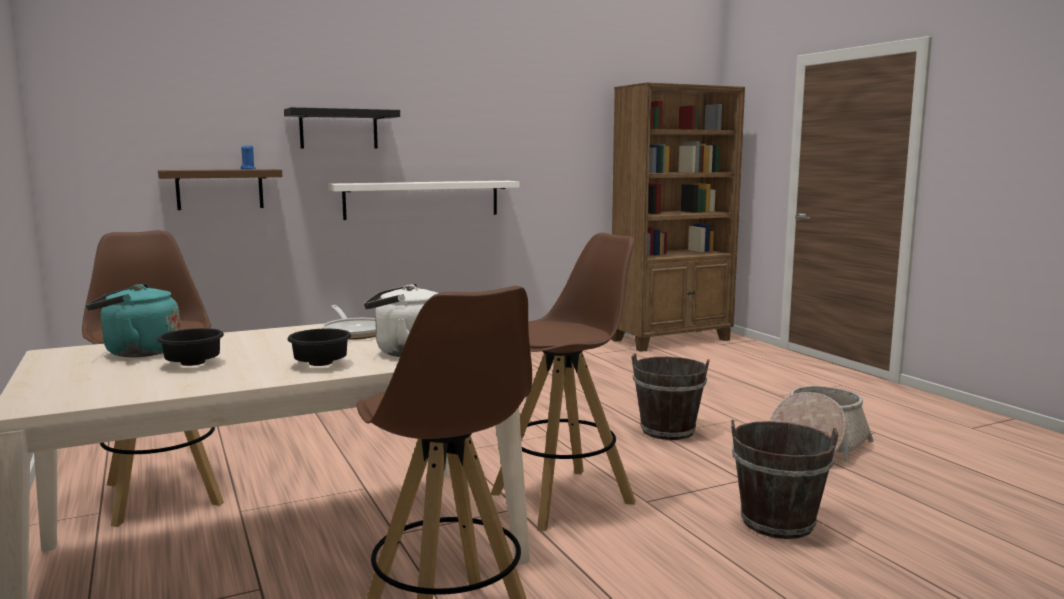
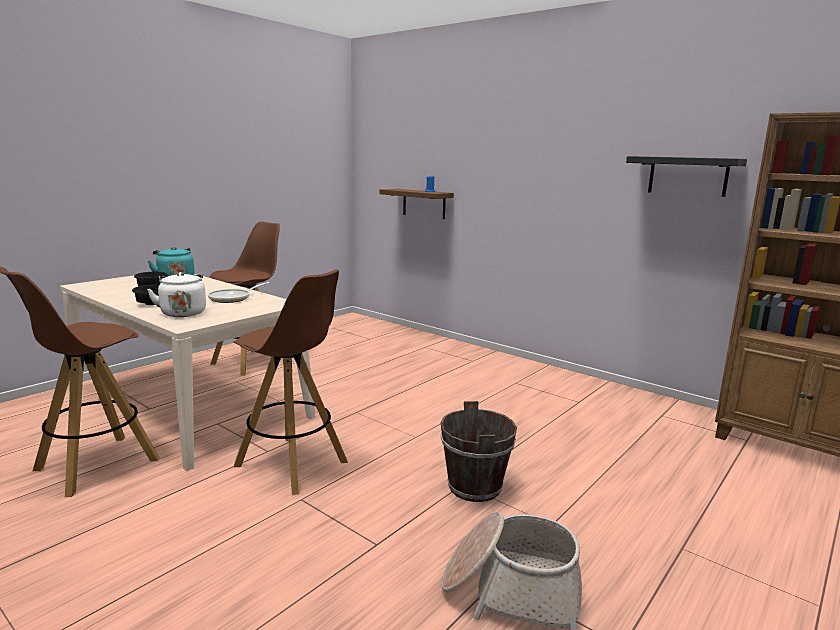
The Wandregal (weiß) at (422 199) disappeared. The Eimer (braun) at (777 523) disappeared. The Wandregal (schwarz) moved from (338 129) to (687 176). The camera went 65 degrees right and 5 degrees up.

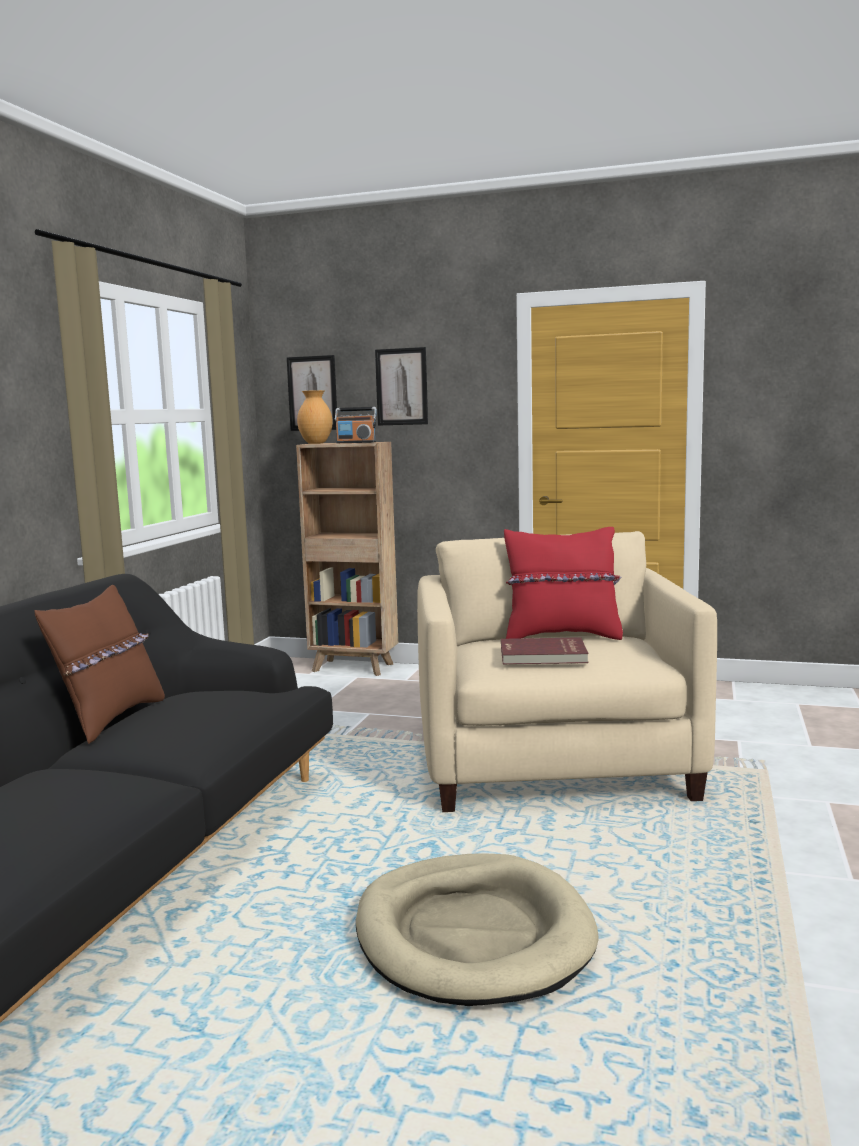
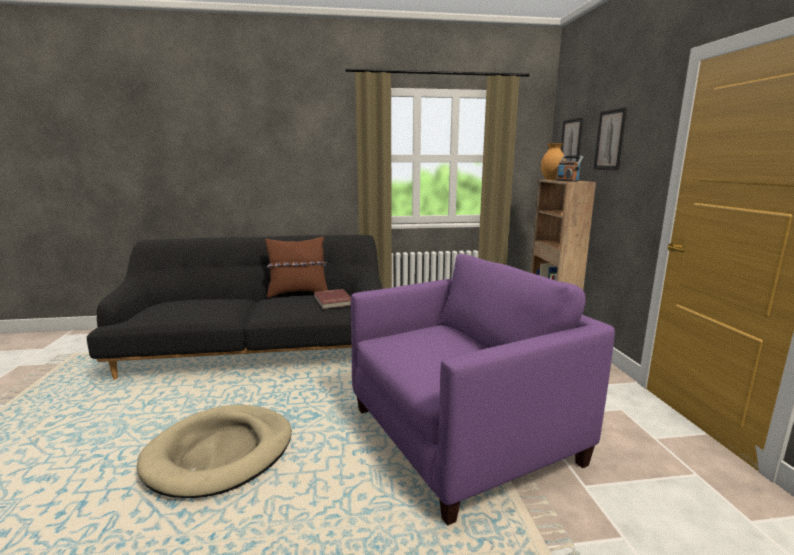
The Kissen (rot) at (562 636) disappeared. The Buch (rot) moved from (543 655) to (332 300). The Sessel (beige) at (554 765) became the Sessel (lila) at (461 436). The camera went 65 degrees right and 5 degrees up.

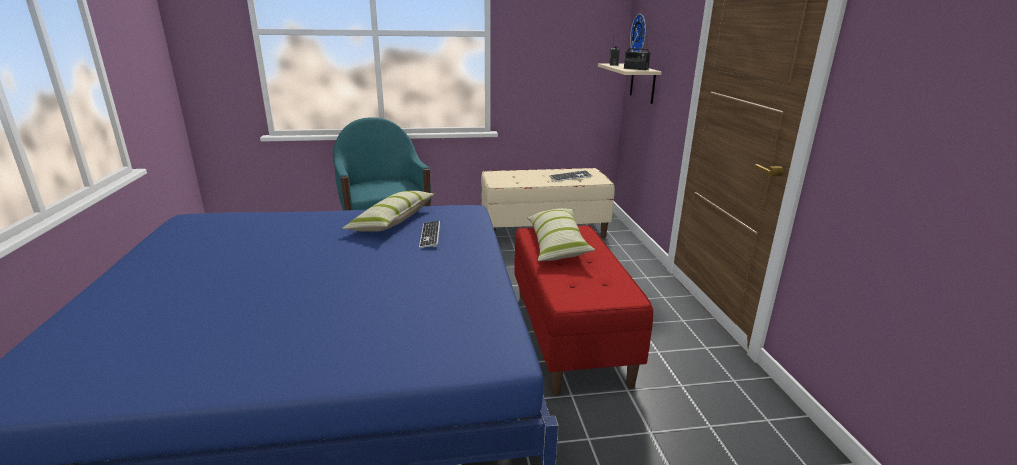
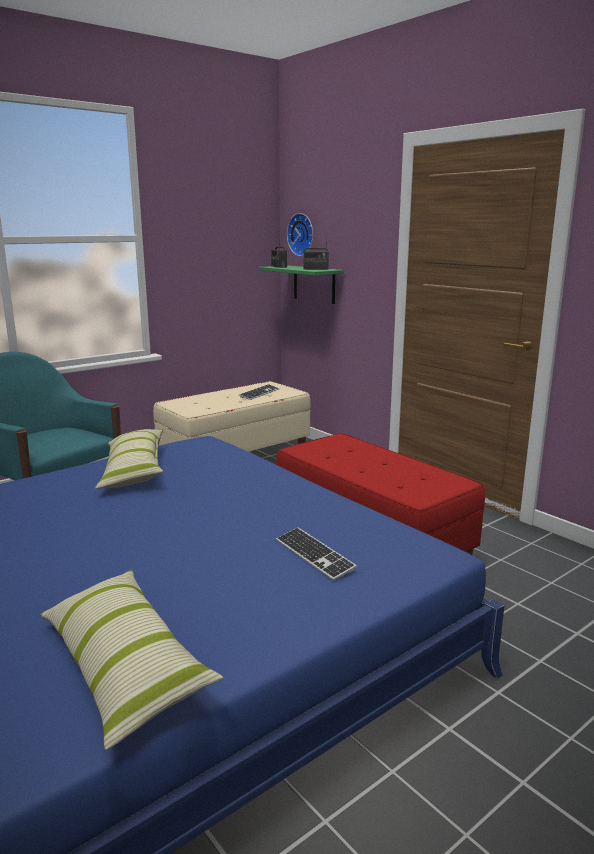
The Tastatur moved from (430 235) to (314 555). The Kissen moved from (556 244) to (124 666). The Wandregal (beige) at (642 83) became the Wandregal (grün) at (314 284). The camera went 30 degrees left and 5 degrees down.

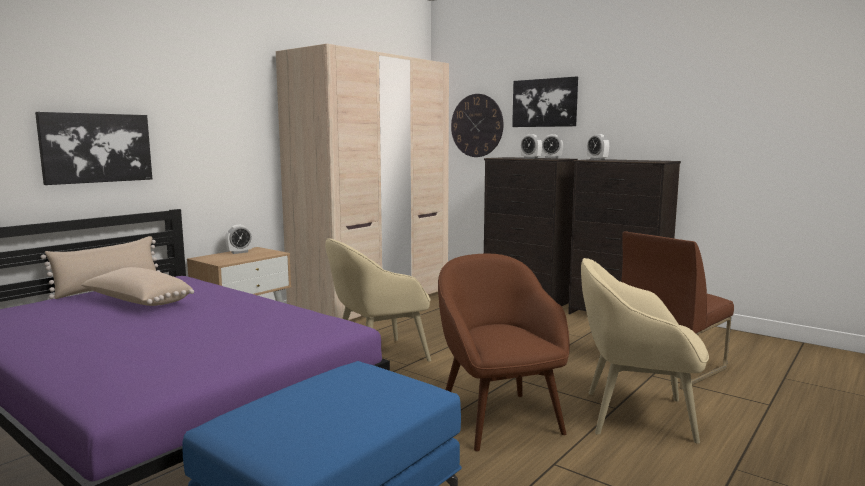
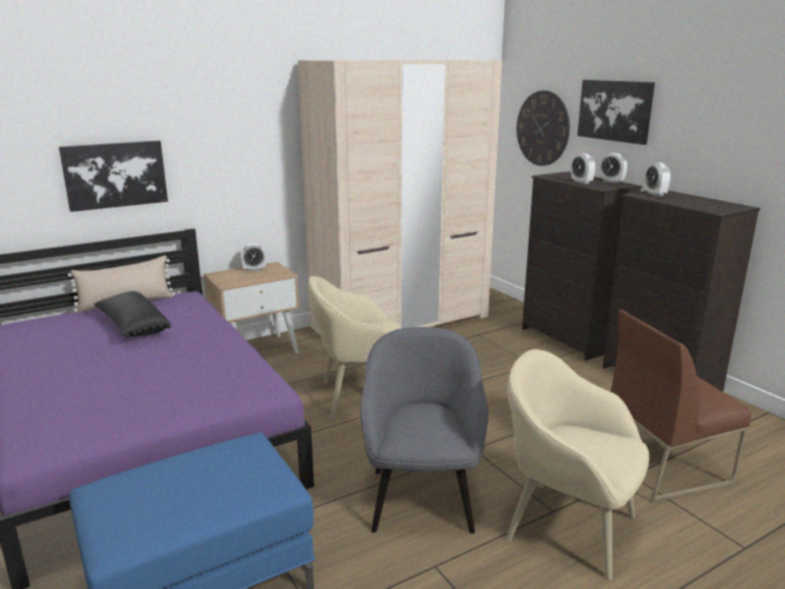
The Kissen (beige) at (137 302) became the Kissen (schwarz) at (132 327). The Sessel (braun) at (498 418) became the Sessel (grau) at (421 497). The camera went 20 degrees right and 10 degrees up.

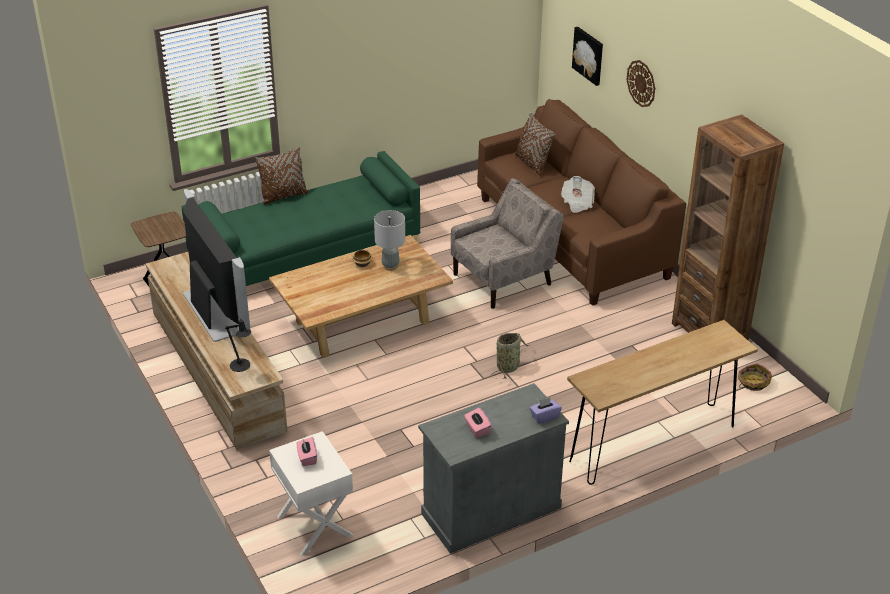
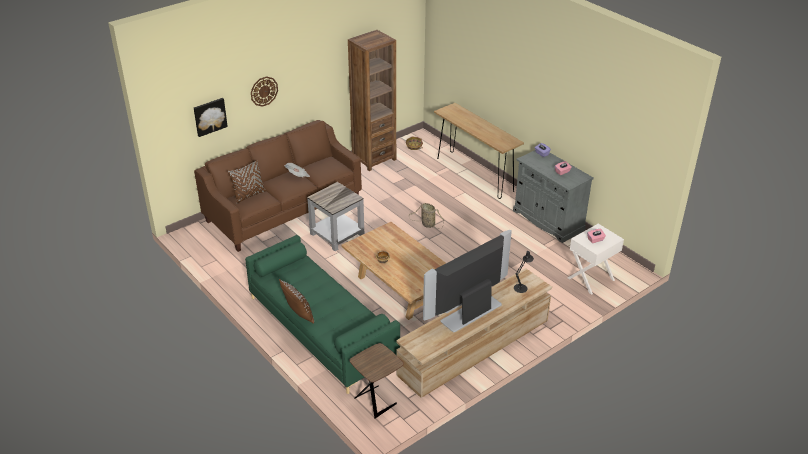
The Tischlampe (grau) at (390 266) disappeared. The Sessel (beige) at (503 279) was replaced by the Beistelltisch (grau) at (337 233). The camera went 100 degrees left and 0 degrees up.

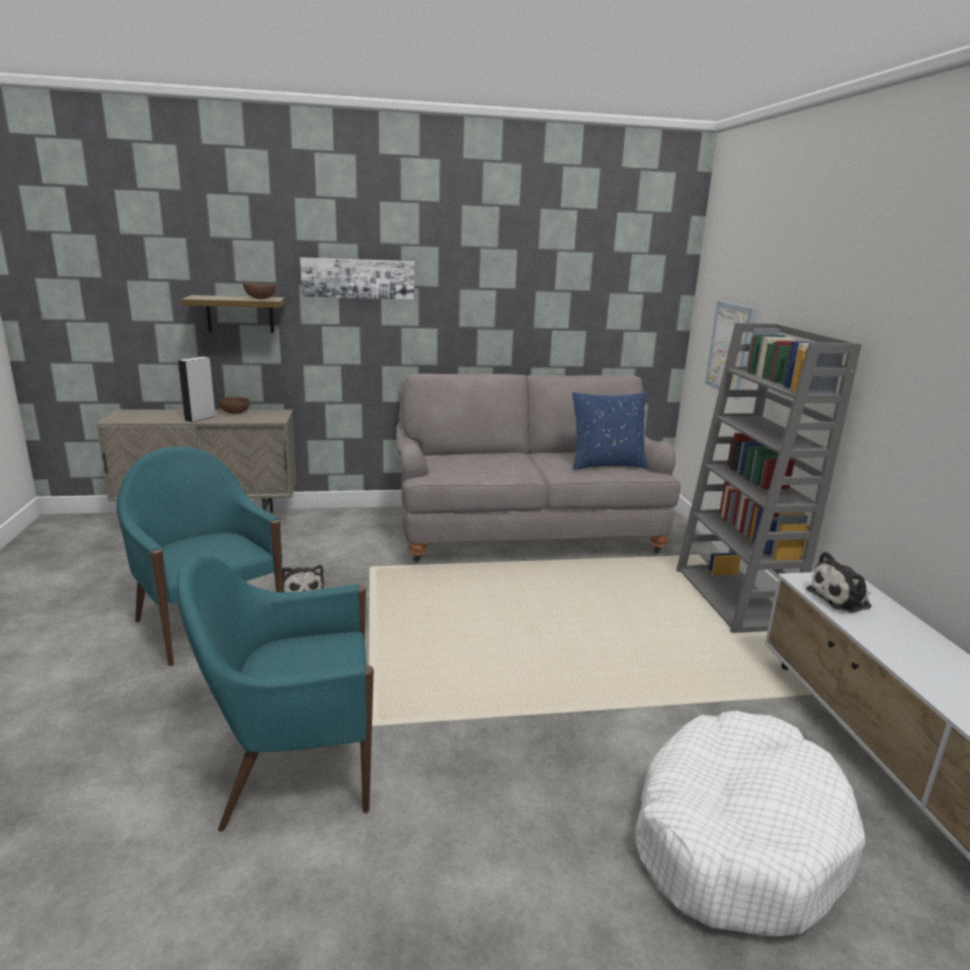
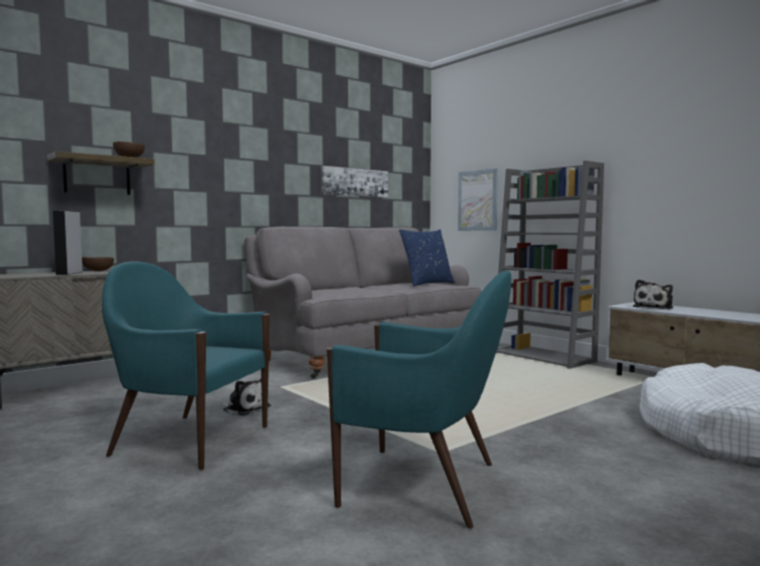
The Bild moved from (358 278) to (354 182). The Sessel (türkis) at (294 764) turned 120 degrees counterclockwise. The camera went 30 degrees left and 15 degrees down.

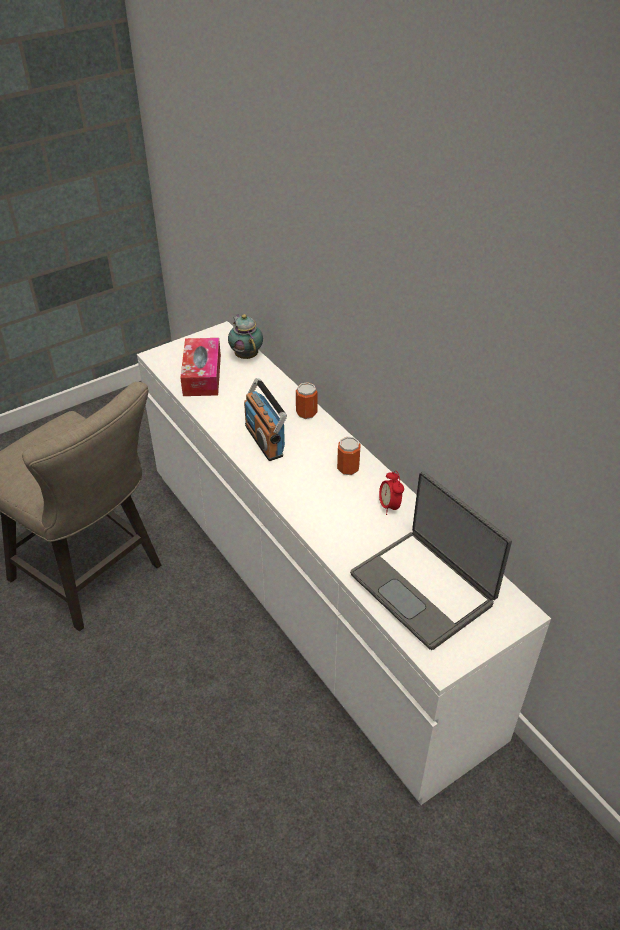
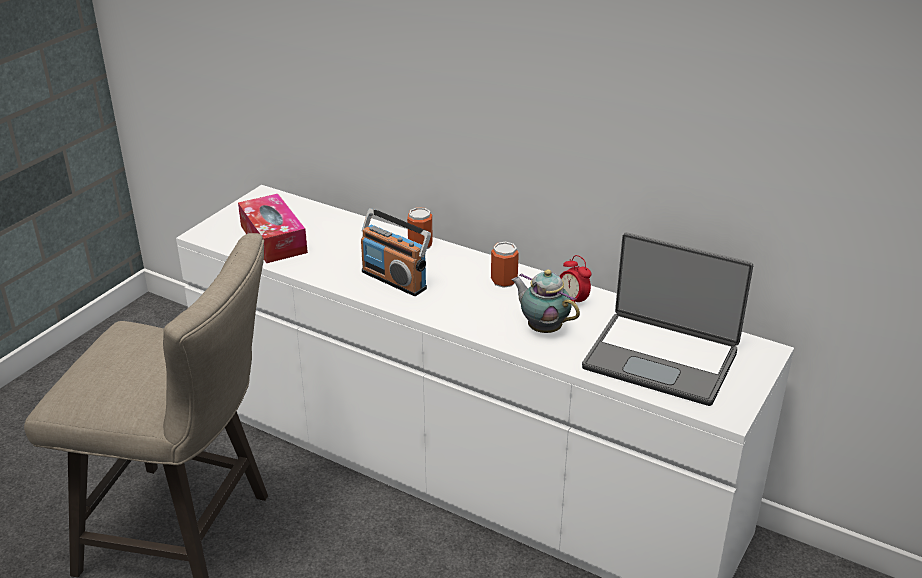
The Teekanne moved from (246 355) to (543 328). The camera went 25 degrees left and 10 degrees down.

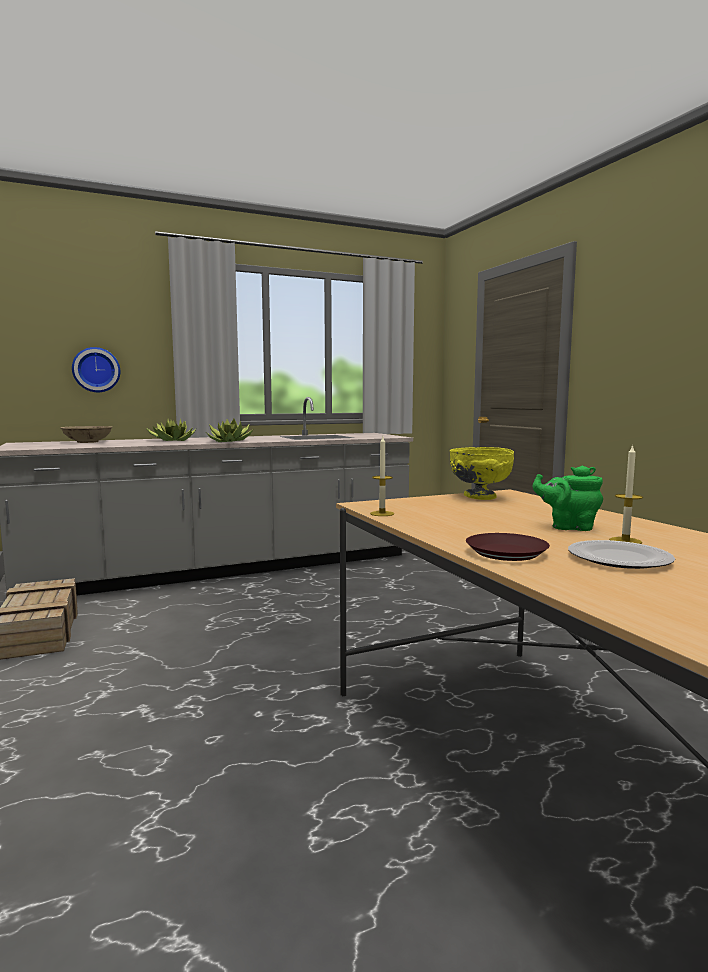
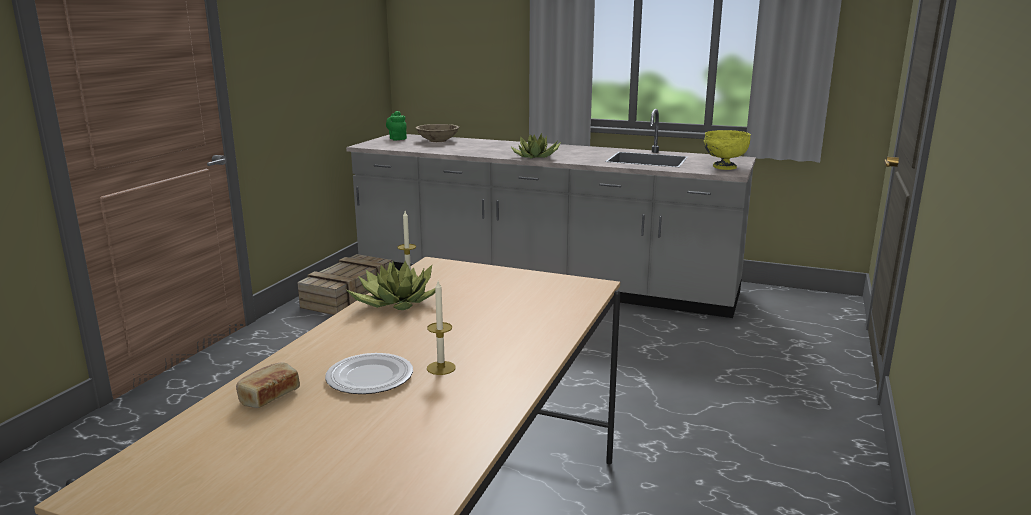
The Wanduhr at (96 370) disappeared. The Teller (braun) at (505 552) disappeared. The Brot at (268 396) appeared. The Topfpflanze moved from (172 440) to (394 302). The Schüssel (gelb) moved from (479 497) to (724 167). The Teekanne (grün) moved from (569 527) to (397 138). The camera went 45 degrees right and 10 degrees up.

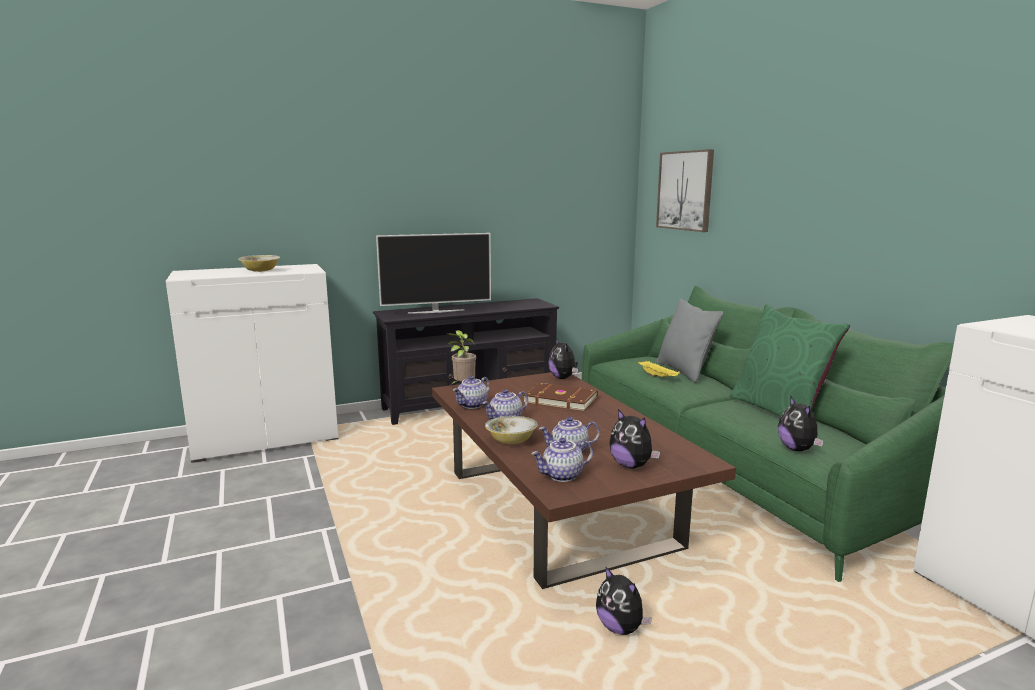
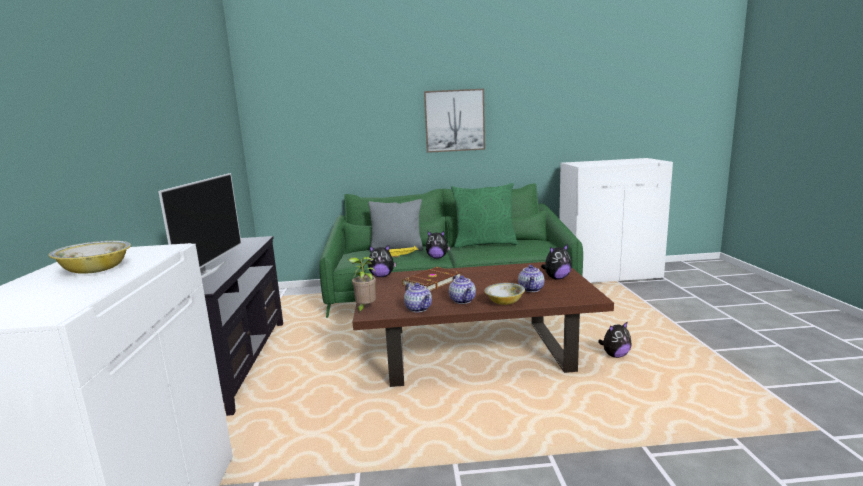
The Teekanne at (562 476) disappeared. The Bild moved from (685 190) to (454 120). The Plüschtier moved from (797 449) to (437 257). The camera went 70 degrees left and 0 degrees up.

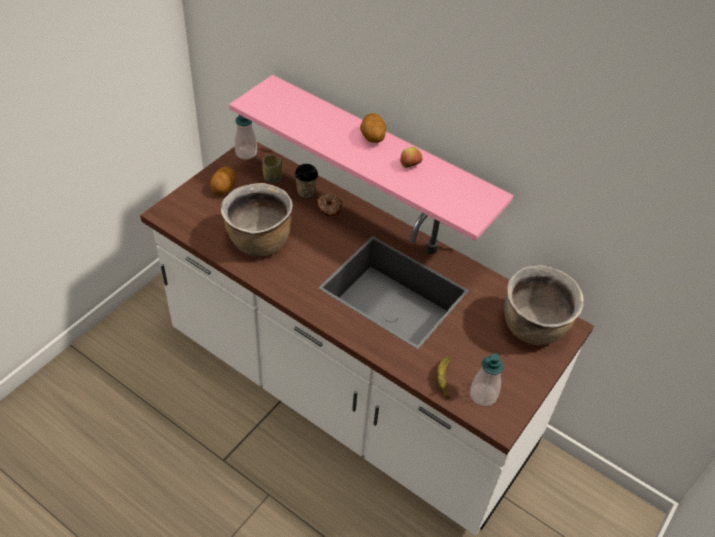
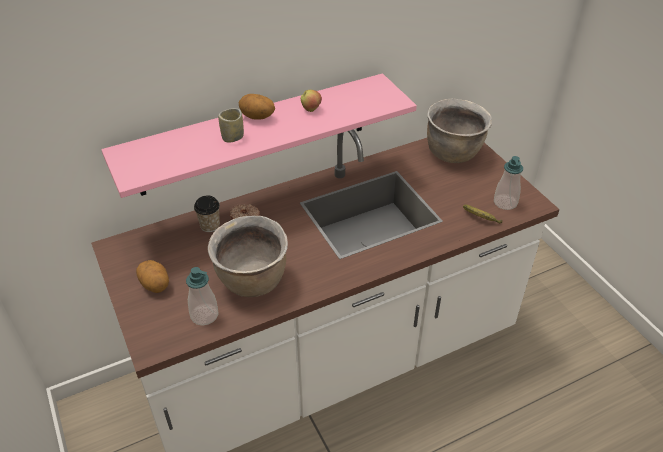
The Seifenspender moved from (246 153) to (204 315). The Tasse moved from (273 178) to (232 137). The camera went 60 degrees left and 5 degrees down.

